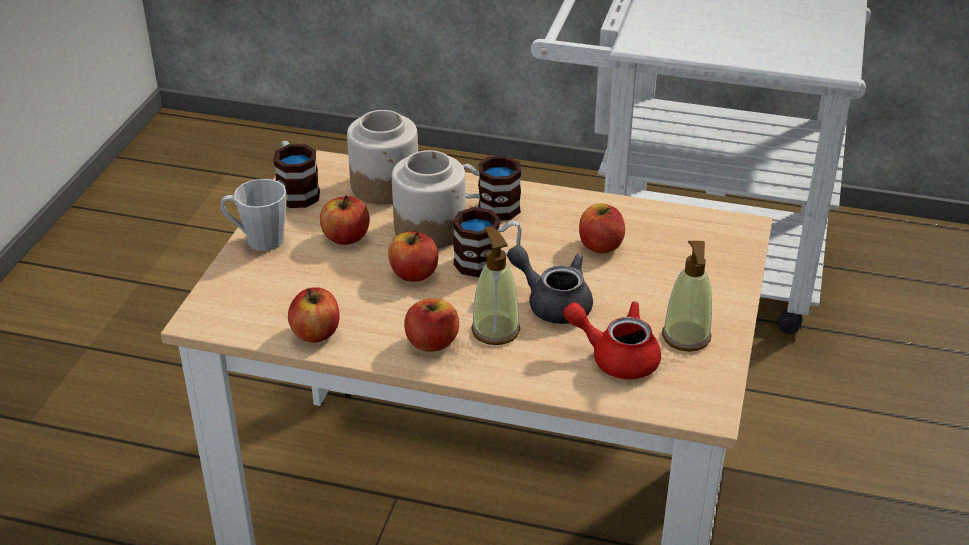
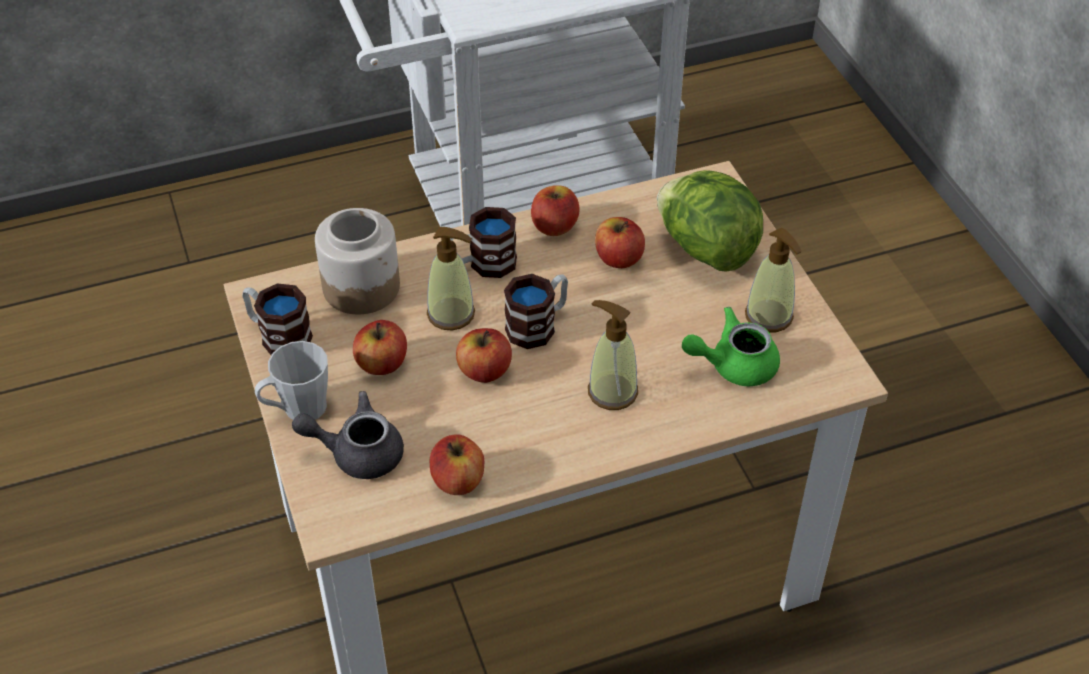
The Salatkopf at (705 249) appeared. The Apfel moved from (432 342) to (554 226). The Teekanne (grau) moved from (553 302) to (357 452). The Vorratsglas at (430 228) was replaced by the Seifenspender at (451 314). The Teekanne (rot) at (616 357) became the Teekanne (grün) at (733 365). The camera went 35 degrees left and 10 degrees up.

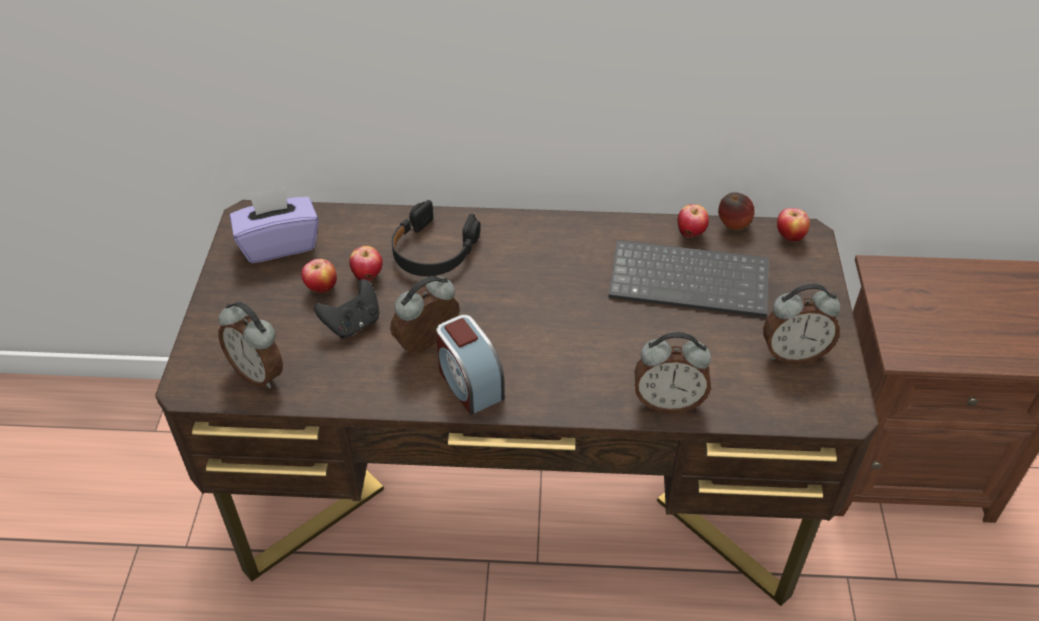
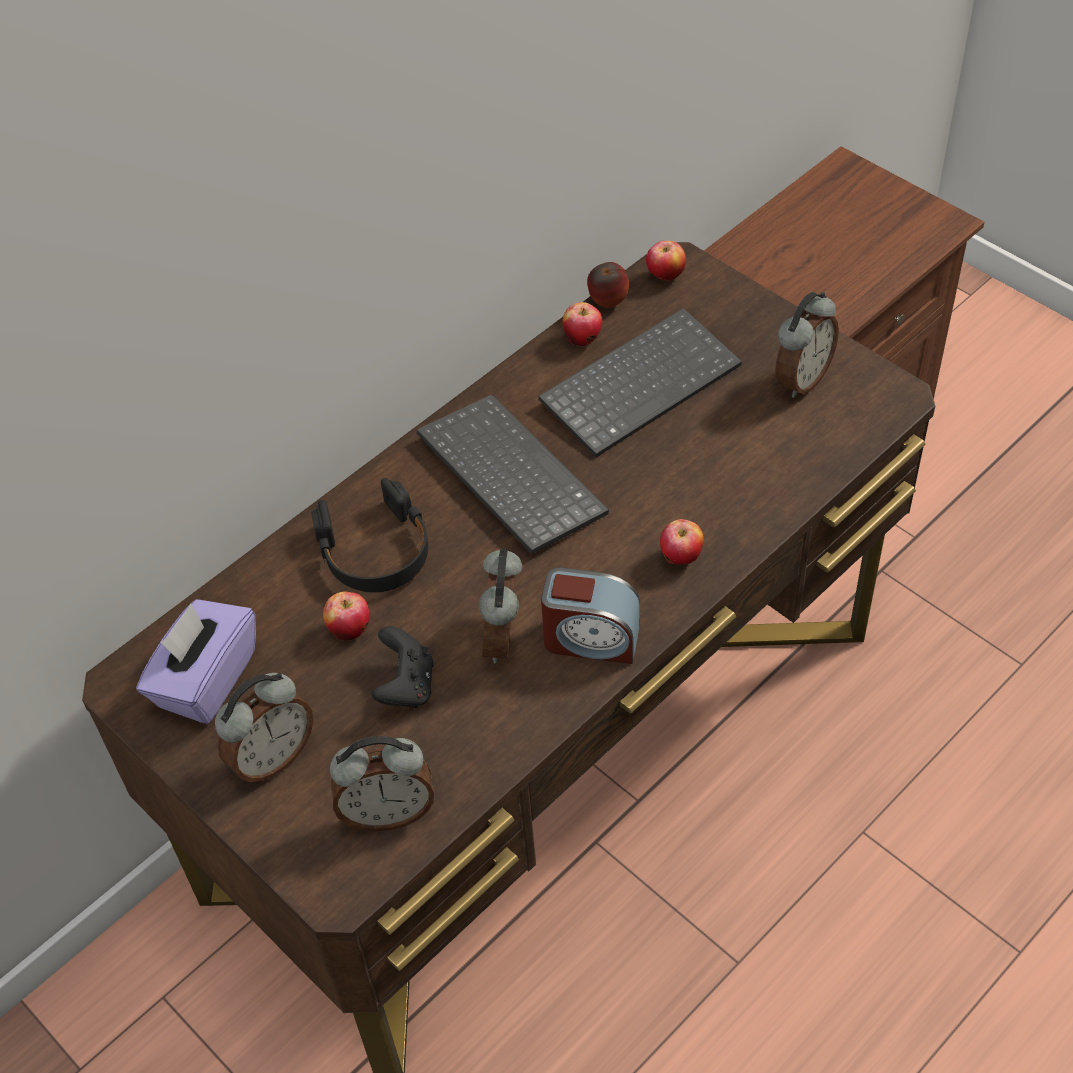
The Tastatur at (506 476) appeared. The Apfel moved from (321 289) to (681 558). The Wecker moved from (668 402) to (272 757). The camera went 45 degrees left and 5 degrees up.

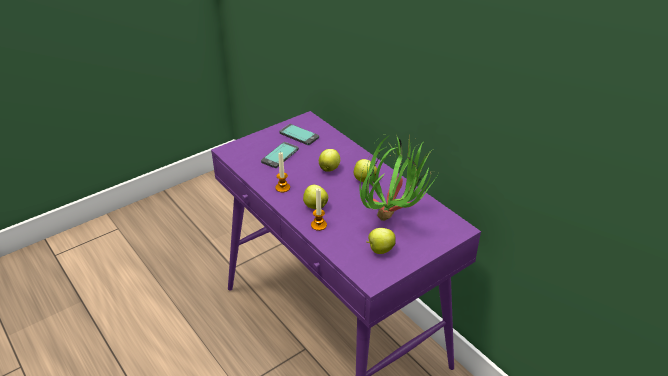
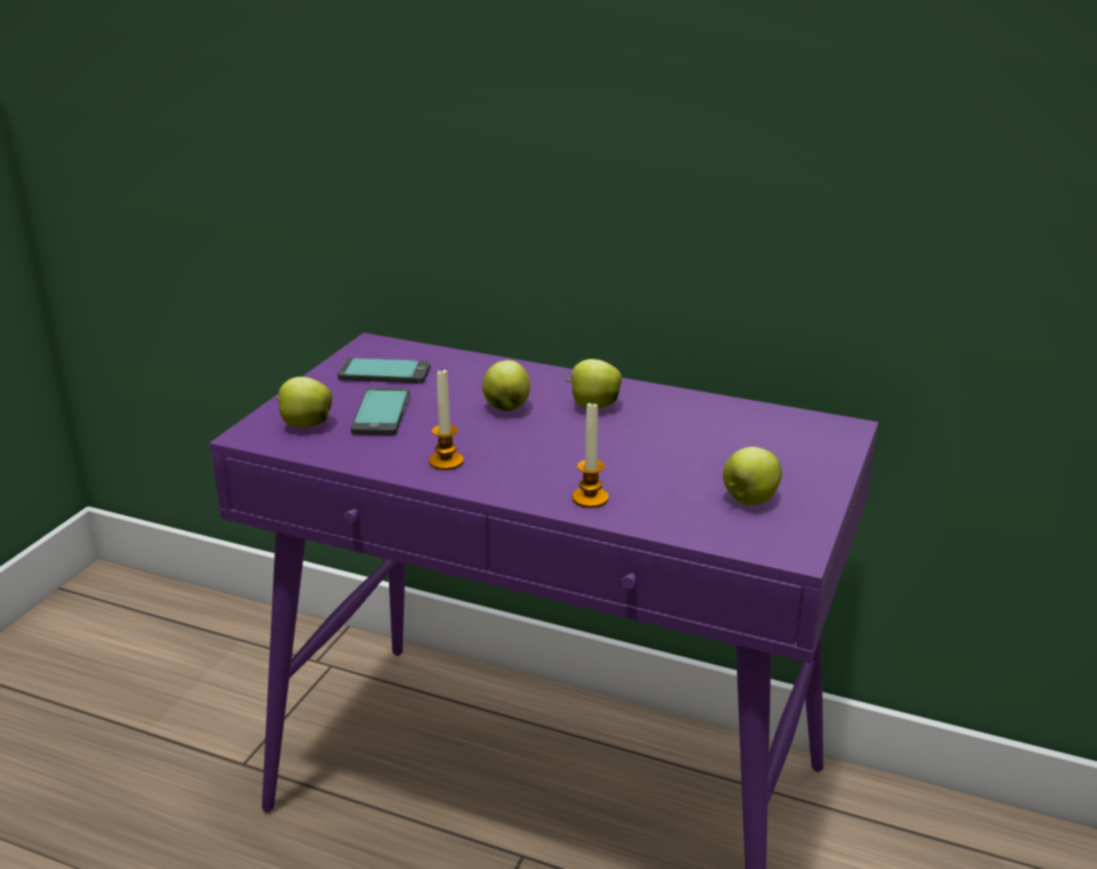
The Topfpflanze at (394 215) disappeared. The Apfel moved from (315 206) to (305 425). The camera went 30 degrees left and 10 degrees down.

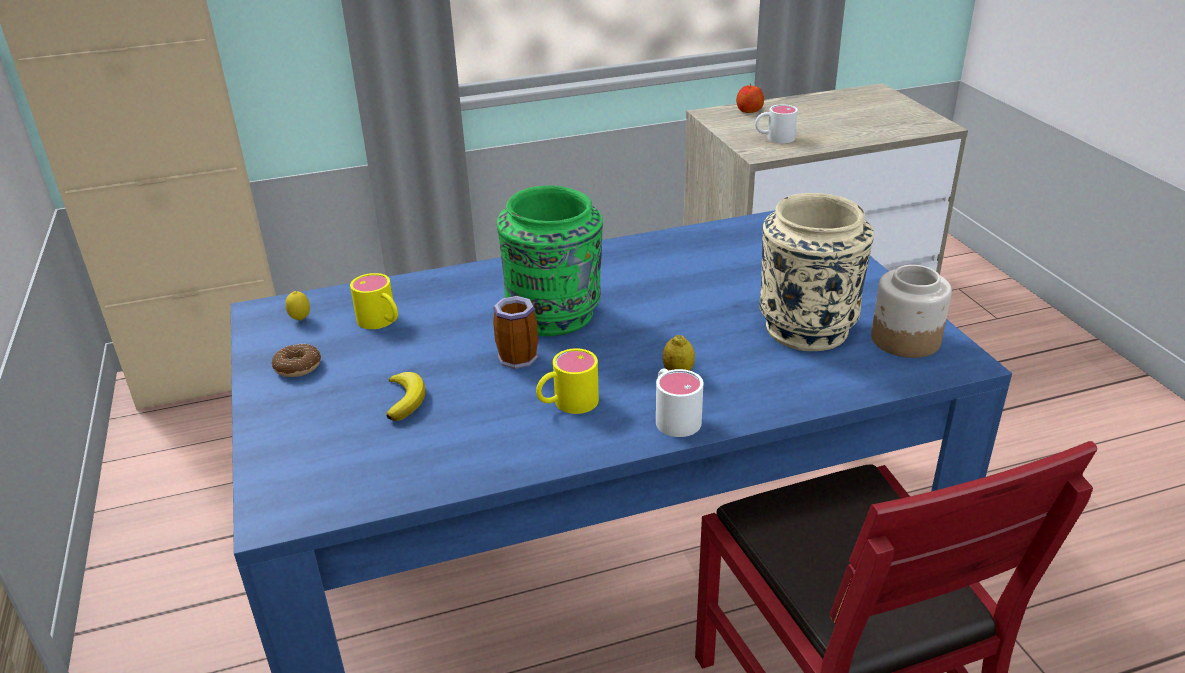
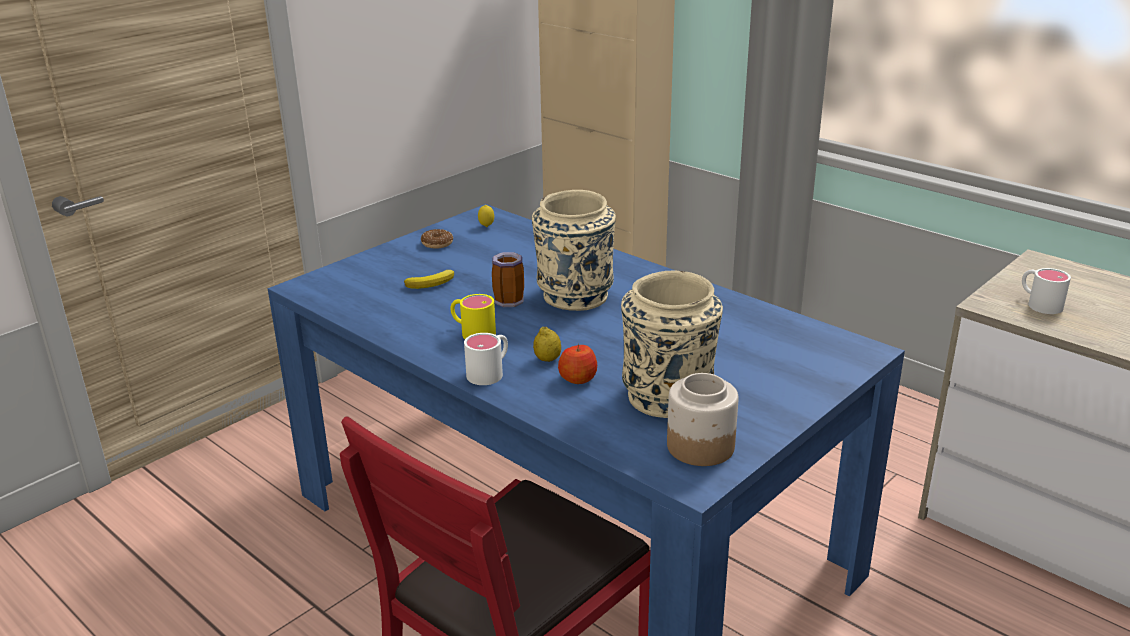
The Henkelbecher (gelb) at (382 322) disappeared. The Apfel moved from (749 110) to (578 378). The Vase (grün) at (555 316) became the Vase (beige) at (574 297). The camera went 60 degrees right and 5 degrees down.

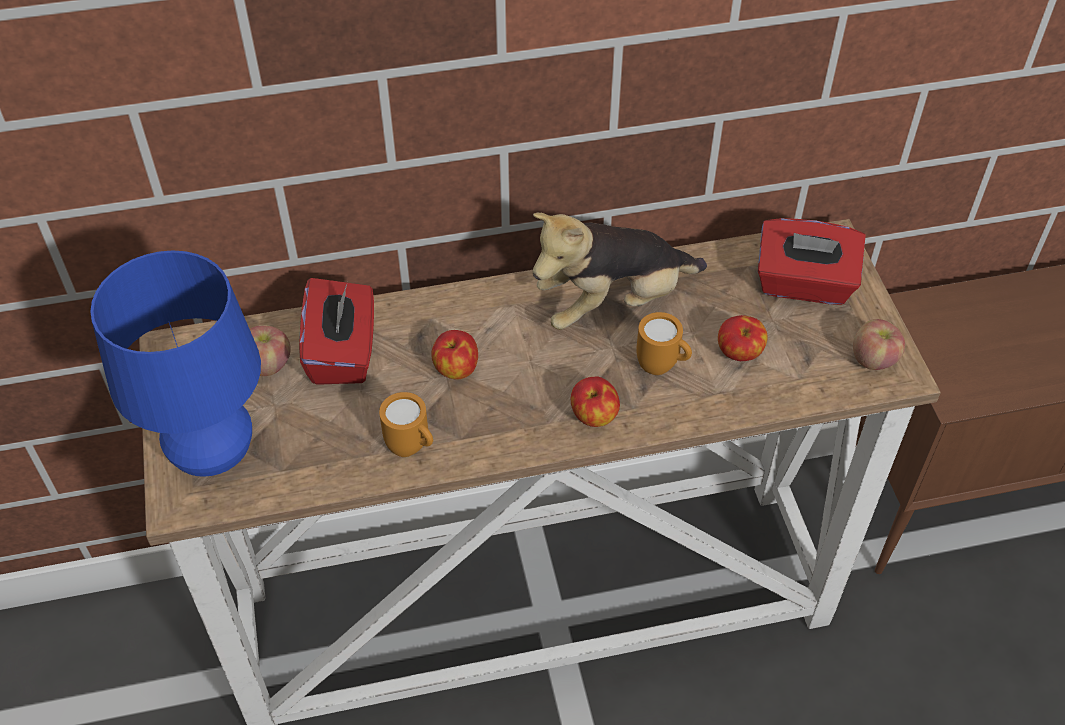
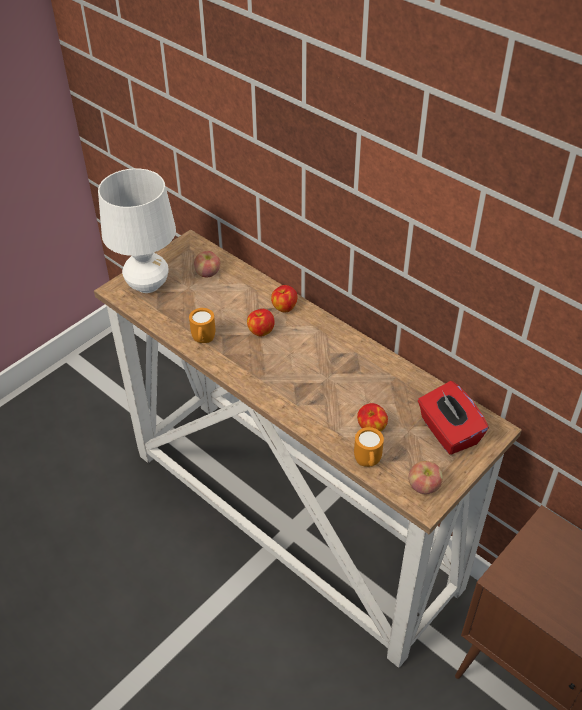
The Taschentuchbox (rot) at (343 352) disappeared. The Plüschtier at (612 303) disappeared. The Apfel moved from (593 416) to (284 307). The Henkelbecher (orange) moved from (662 366) to (368 463). The Tischlampe (blau) at (213 454) became the Tischlampe (weiß) at (147 285). The camera went 55 degrees right and 5 degrees down.

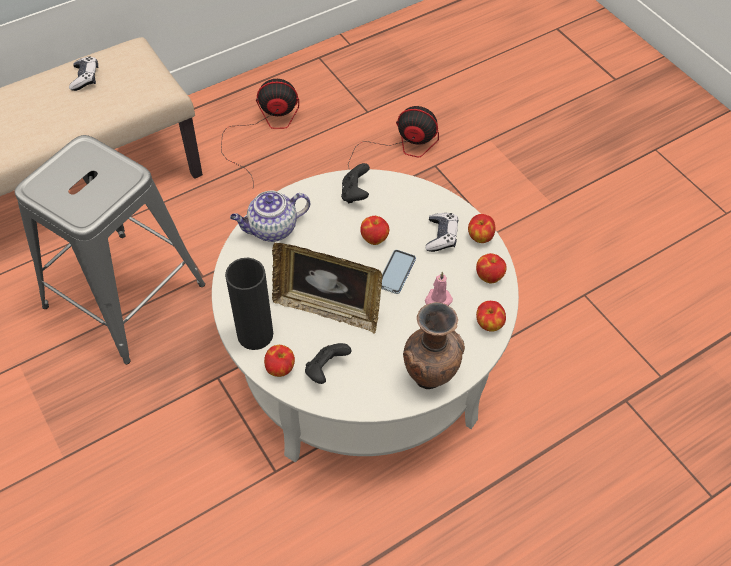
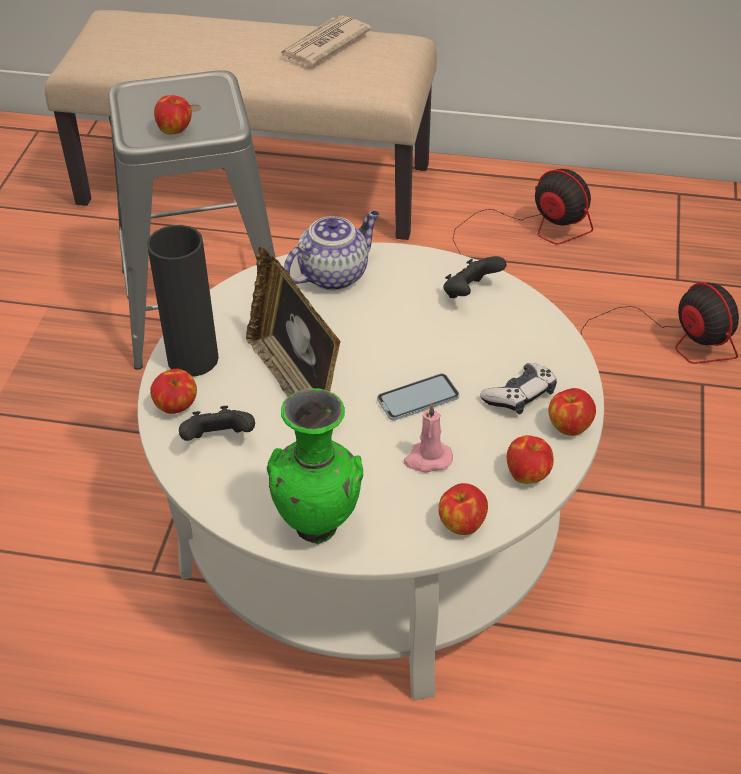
The Apfel moved from (374 238) to (175 130). The Gamepad at (85 78) was replaced by the Zeitung at (323 45). The Vase (braun) at (428 376) became the Vase (grün) at (319 526). The Teekanne at (272 229) turned 120 degrees clockwise. The camera went 45 degrees right and 10 degrees down.

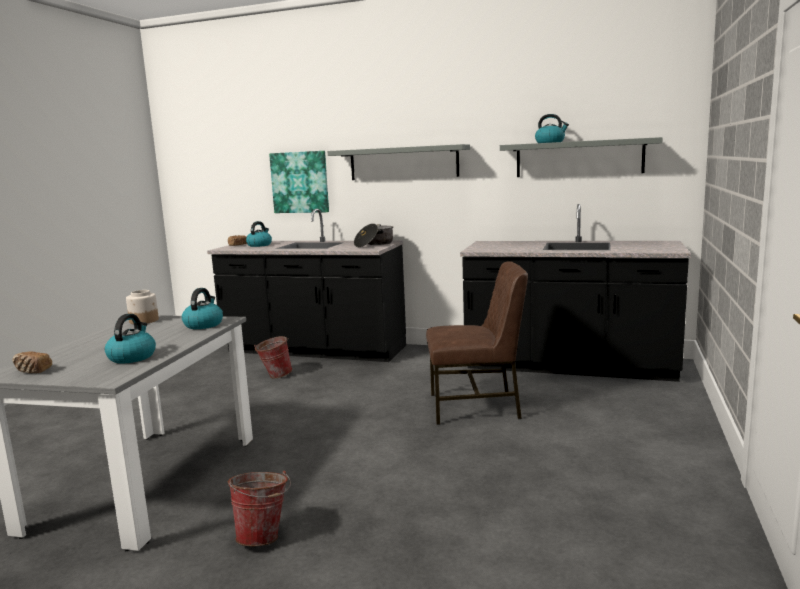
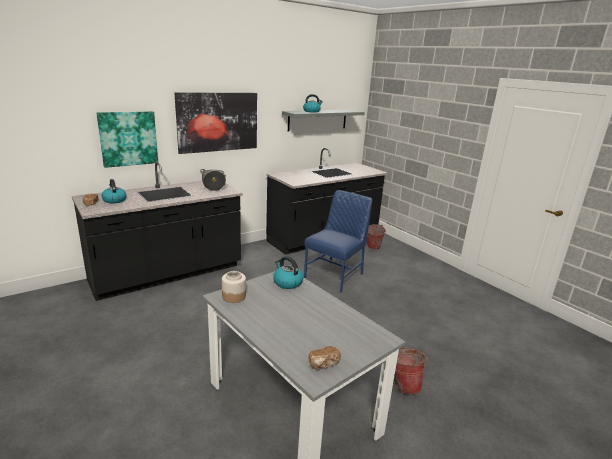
The Wasserkessel at (132 357) disappeared. The Eimer moved from (274 376) to (372 248). The Wandregal (grau) at (403 163) was replaced by the Bild at (218 122). The Stuhl (braun) at (476 407) became the Stuhl (blau) at (335 275). The camera went 55 degrees left and 10 degrees up.

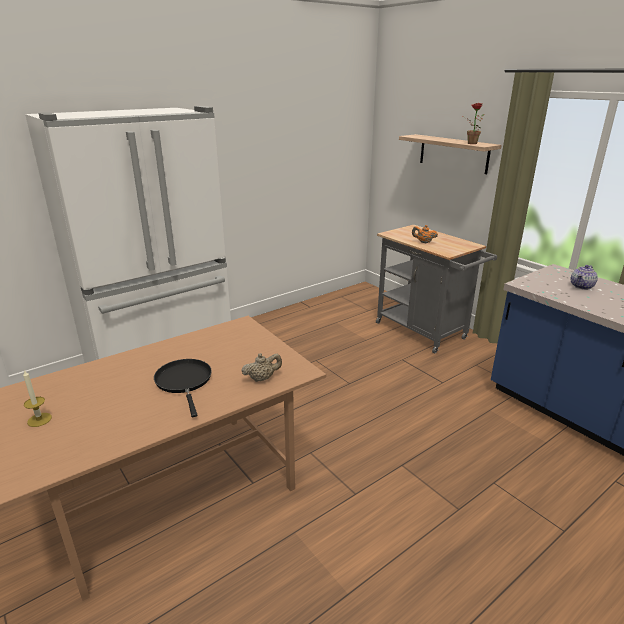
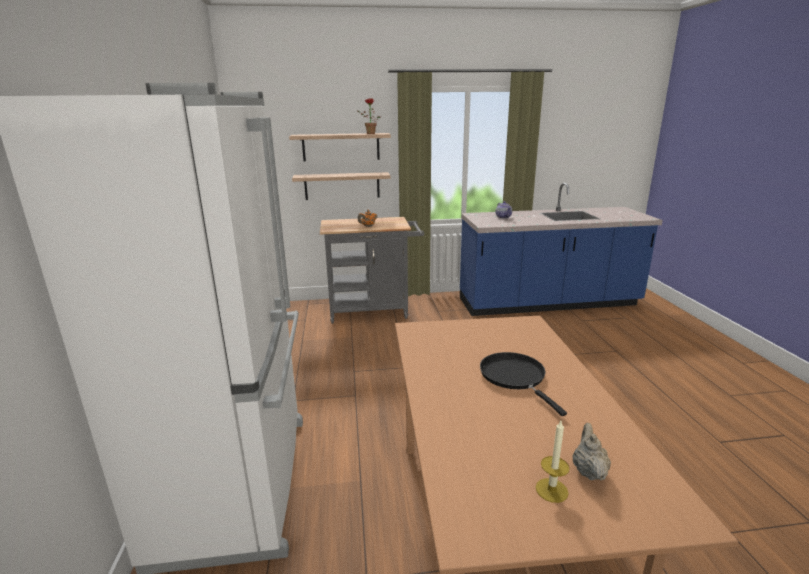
The Wandregal at (342 186) appeared. The Teekanne (beige) moved from (262 378) to (588 471). The Pfanne (schwarz) at (184 382) turned 60 degrees clockwise. The camera went 60 degrees left and 5 degrees down.

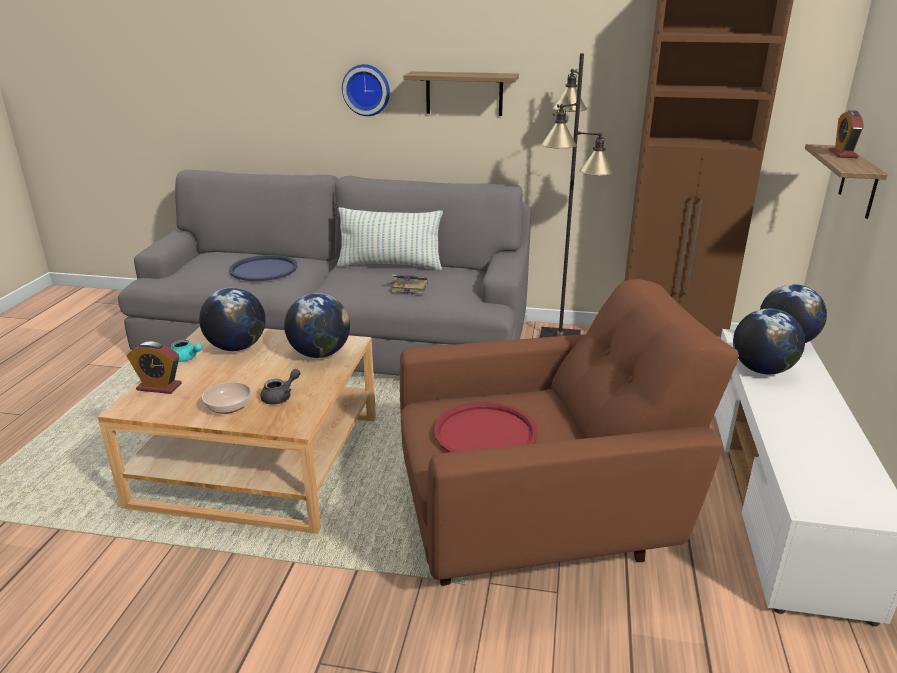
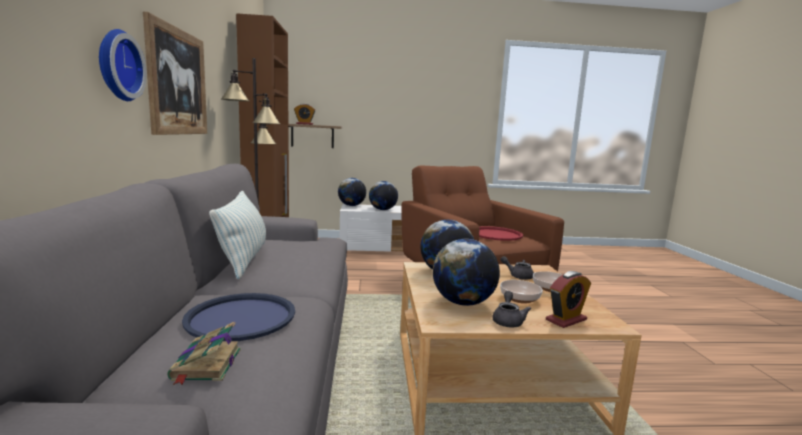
The Schüssel at (520 299) appeared. The Buch moved from (409 288) to (206 365). The Wandregal at (464 93) was replaced by the Bild at (178 82). The Teekanne (türkis) at (186 359) became the Teekanne (grau) at (508 320). The Wecker at (159 387) turned 60 degrees clockwise. The camera went 105 degrees left and 15 degrees down.

